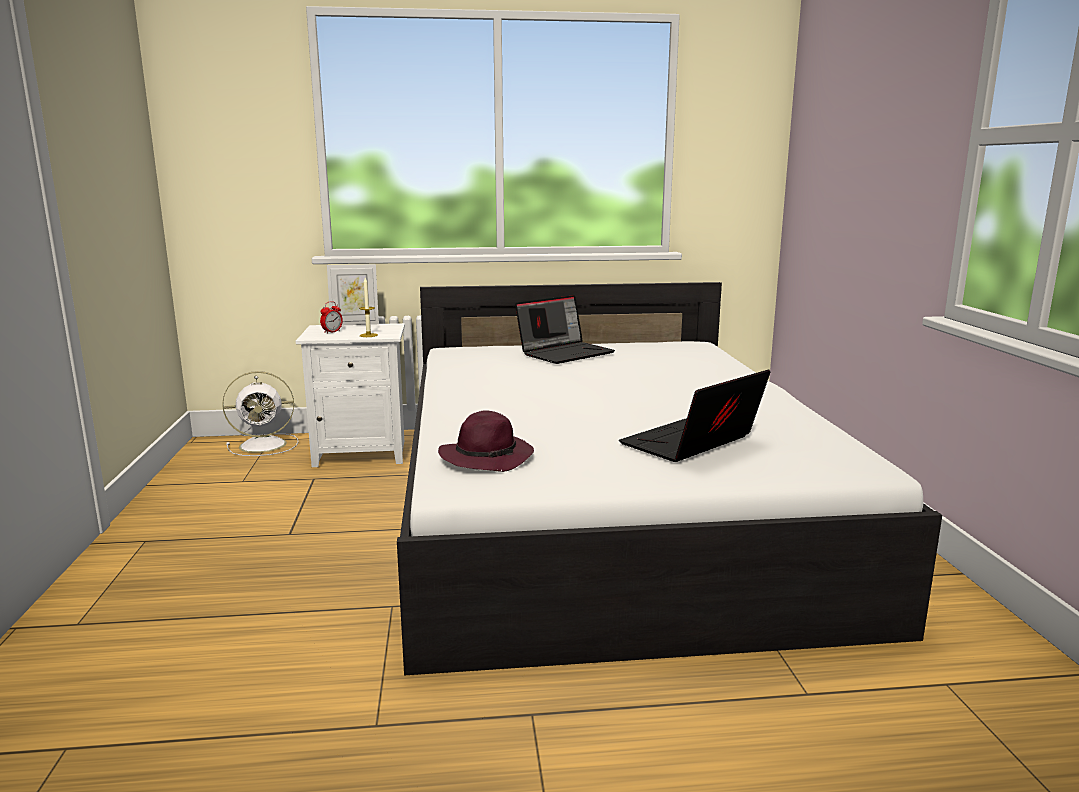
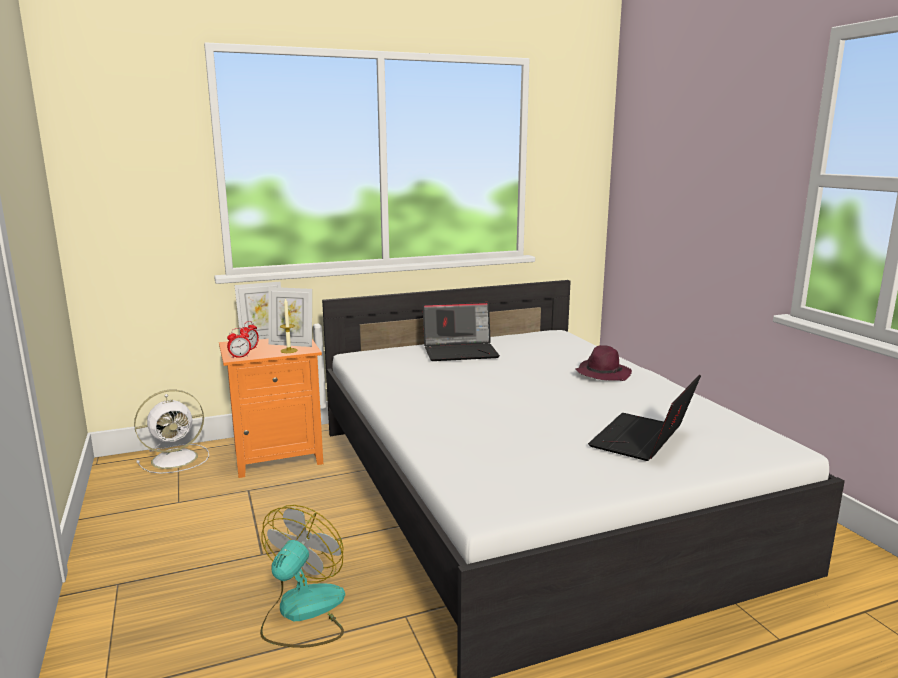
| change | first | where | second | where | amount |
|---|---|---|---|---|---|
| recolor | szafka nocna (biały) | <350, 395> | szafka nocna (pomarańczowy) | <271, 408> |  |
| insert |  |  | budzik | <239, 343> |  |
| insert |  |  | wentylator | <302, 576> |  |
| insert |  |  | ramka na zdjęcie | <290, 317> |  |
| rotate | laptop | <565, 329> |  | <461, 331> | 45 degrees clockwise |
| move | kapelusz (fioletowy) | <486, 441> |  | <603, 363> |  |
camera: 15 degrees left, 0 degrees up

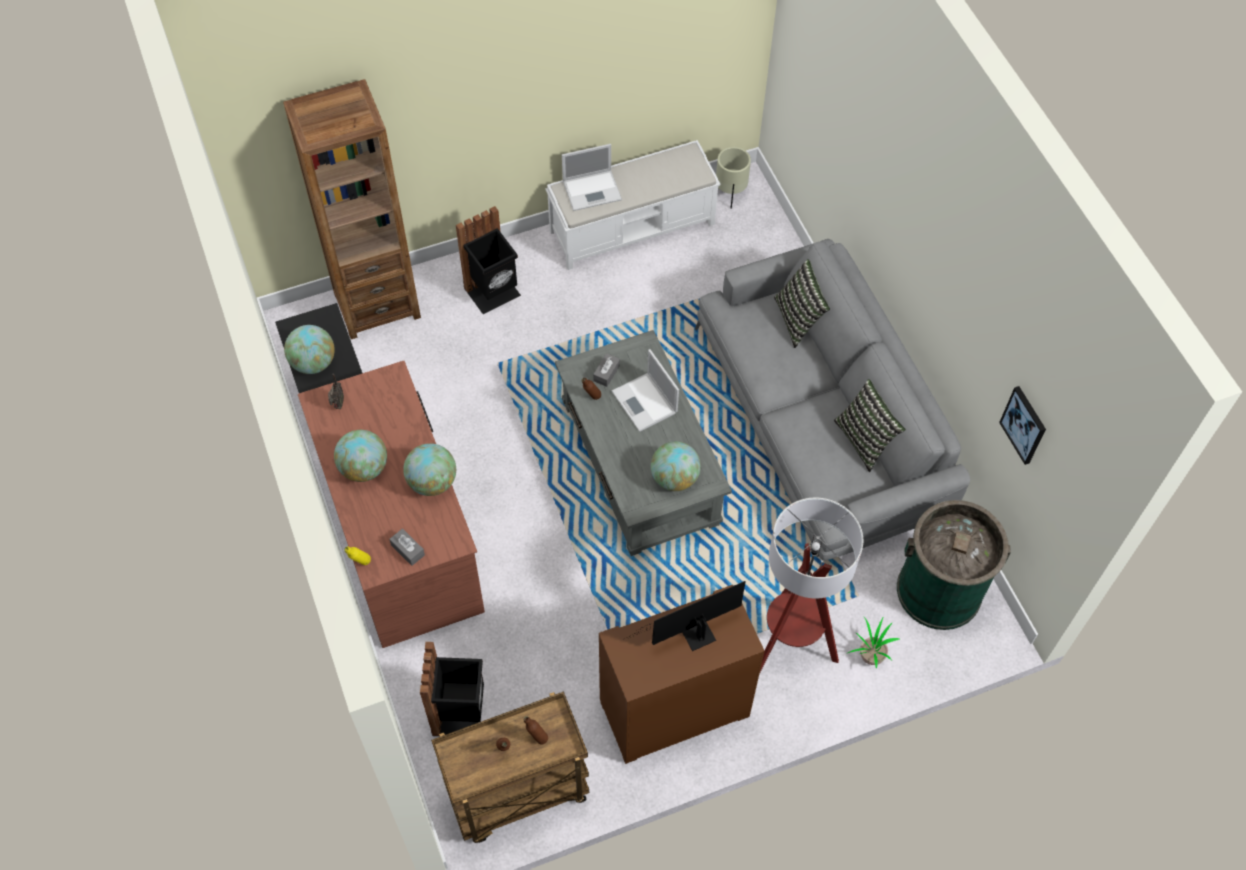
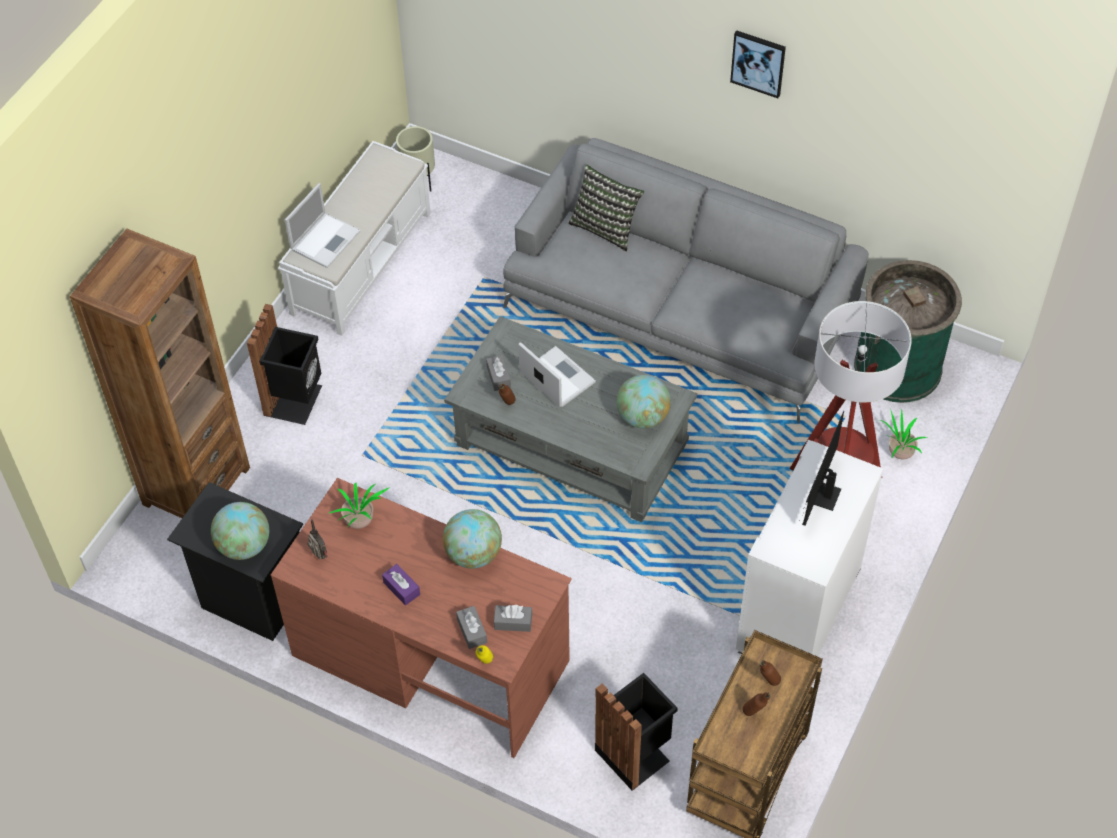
| change | first | where | second | where | amount |
|---|---|---|---|---|---|
| insert |  |  | roślina doniczkowa | <359, 506> |  |
| replace | globus | <360, 456> | pudełko chusteczek (fioletowy) | <401, 584> |  |
| insert |  |  | pudełko chusteczek (szary) | <471, 627> |  |
| rotate | laptop | <645, 390> |  | <557, 374> | 150 degrees counterclockwise |
| move | obraz | <1022, 425> |  | <758, 64> |  |
| recolor | szafka (brązowy) | <682, 674> | szafka (biały) | <809, 548> |  |
| delete | poduszka | <870, 425> |  |  |  |
camera: 40 degrees left, 5 degrees down

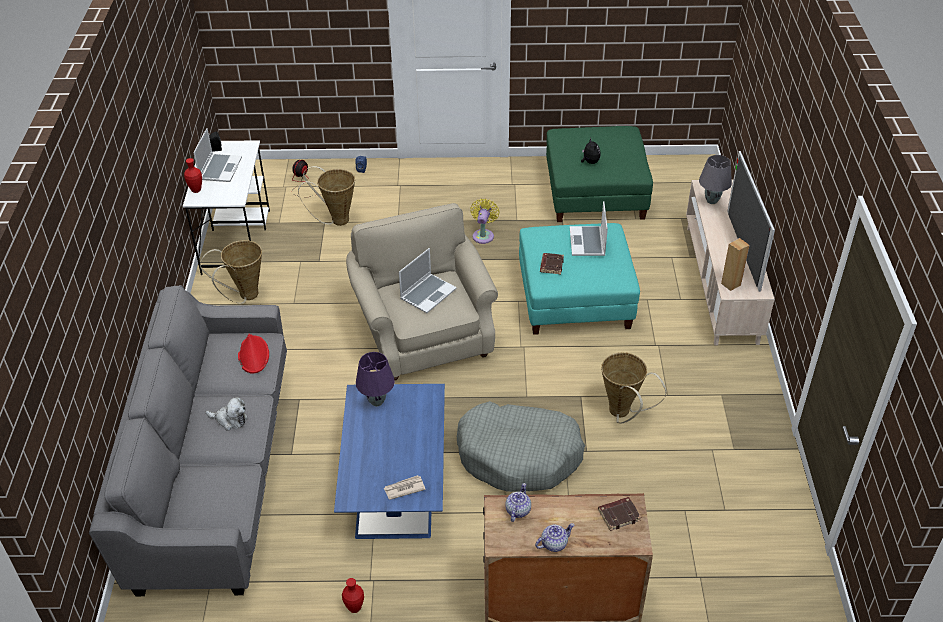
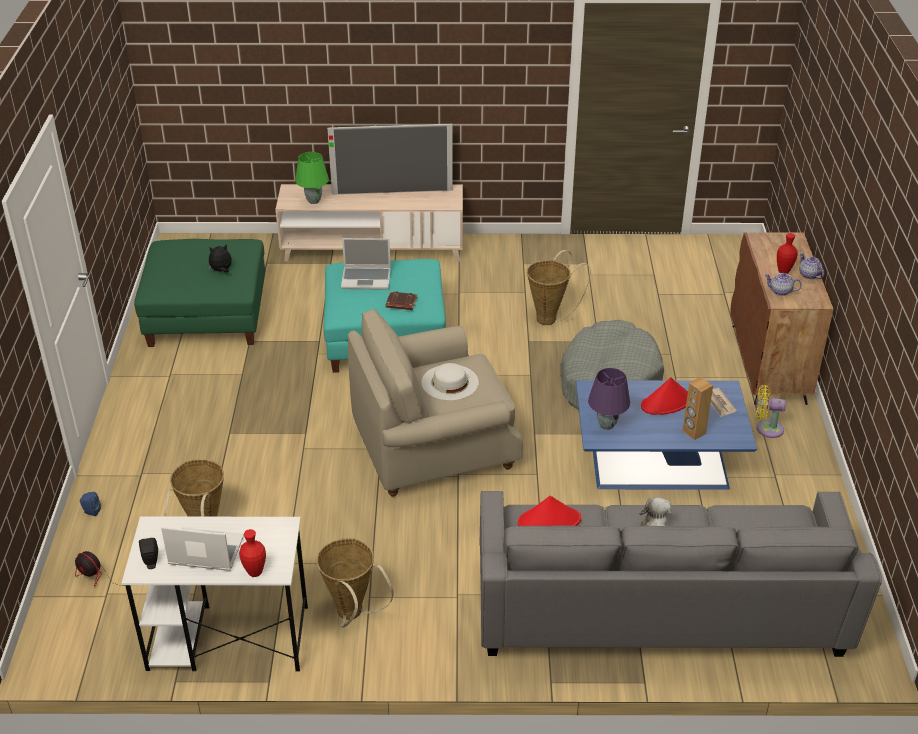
| change | first | where | second | where | amount |
|---|---|---|---|---|---|
| recolor | lampa stołowa (szary) | <715, 179> | lampa stołowa (zielony) | <312, 178> |  |
| replace | laptop | <428, 280> | kapelusz (biały) | <450, 382> |  |
| insert |  |  | kapelusz (czerwony) | <664, 396> |  |
| move | głośnik (brązowy) | <735, 264> |  | <697, 408> |  |
| move | wentylator (żółty) | <485, 221> |  | <770, 411> |  |
| move | wazon (czerwony) | <353, 595> |  | <787, 253> |  |
| delete | książka (brązowy) | <619, 514> |  |  |  |
camera: 90 degrees left, 5 degrees down

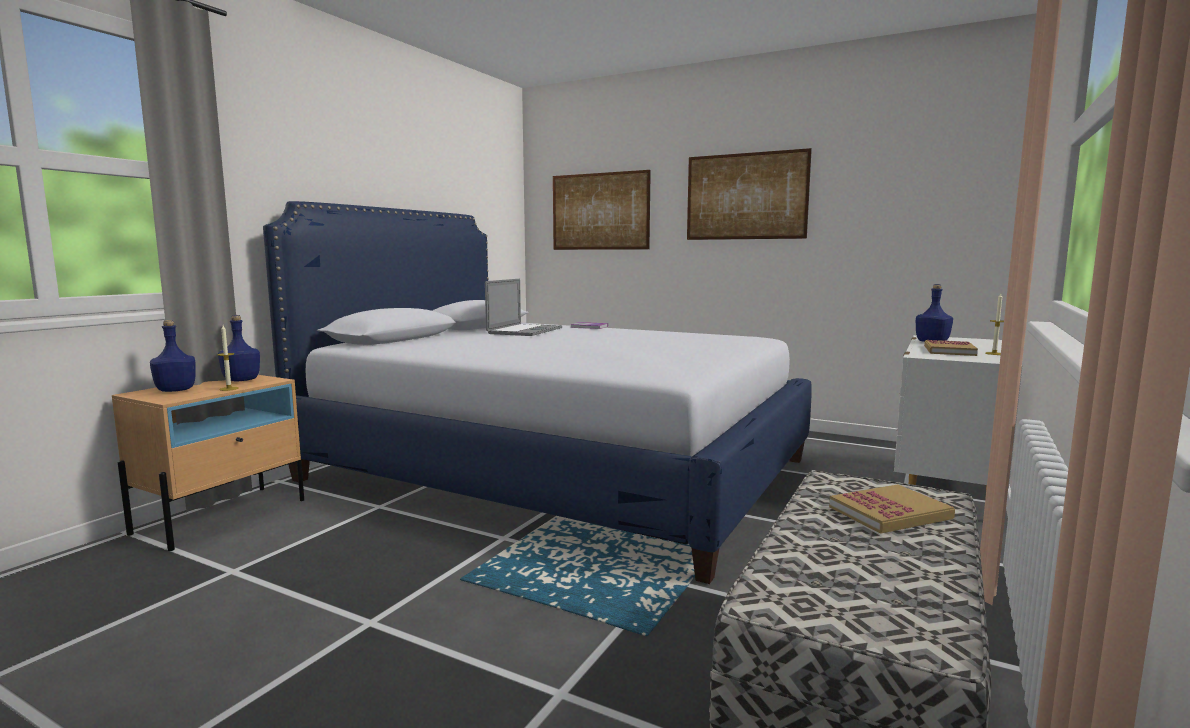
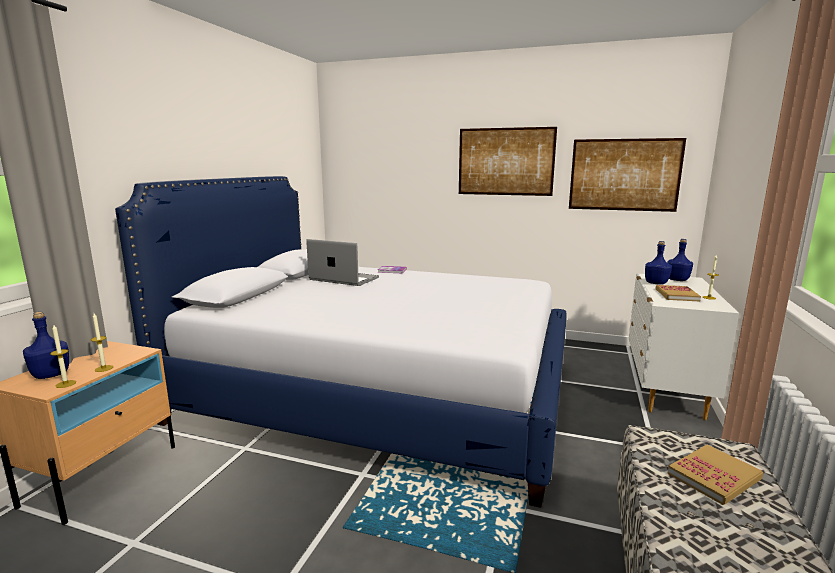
| change | first | where | second | where | amount |
|---|---|---|---|---|---|
| insert |  |  | świeca | <63, 356> |  |
| rotate | laptop | <523, 307> |  | <342, 262> | 75 degrees counterclockwise |
| move | obraz | <602, 210> |  | <627, 175> |  |
| move | butelka (niebieski) | <239, 348> |  | <680, 260> |  |
camera: 10 degrees left, 5 degrees up

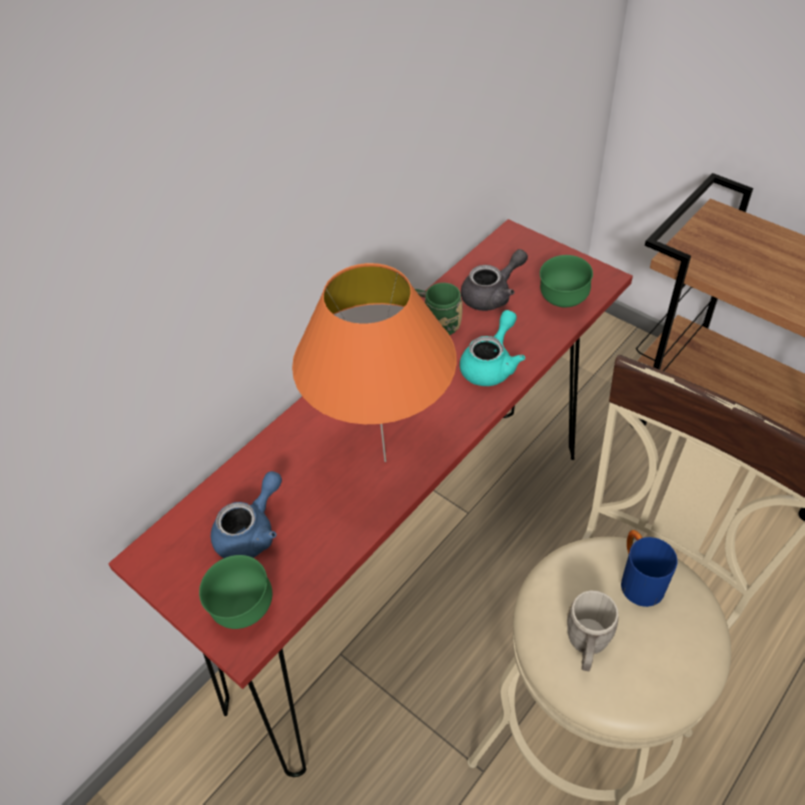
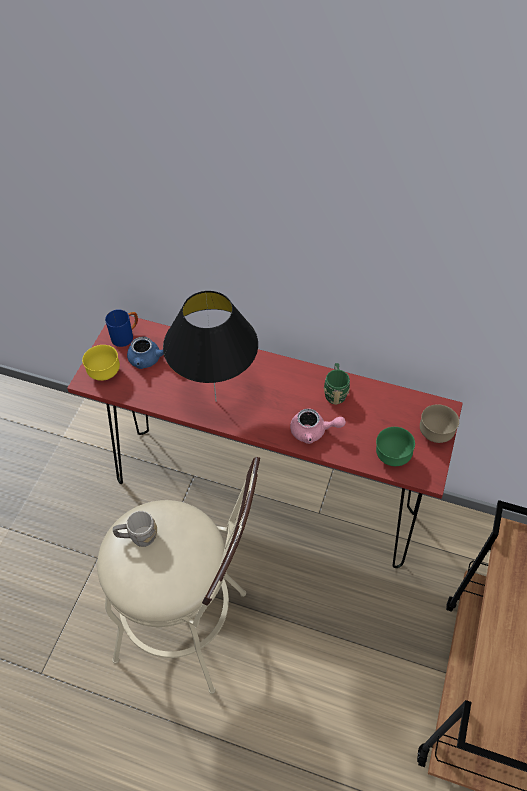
| change | first | where | second | where | amount |
|---|---|---|---|---|---|
| recolor | miska (zielony) | <235, 592> | miska (żółty) | <101, 363> |  |
| move | kubek (niebieski) | <649, 568> |  | <121, 328> |  |
| recolor | lampa stołowa (pomarańczowy) | <374, 362> | lampa stołowa (czarny) | <210, 346> |  |
| recolor | imbryk (turkusowy) | <492, 348> | imbryk (różowy) | <318, 426> |  |
| insert |  |  | miska (brązowy) | <439, 423> |  |
| delete | imbryk (szary) | <494, 280> |  |  |  |
camera: 65 degrees right, 5 degrees up

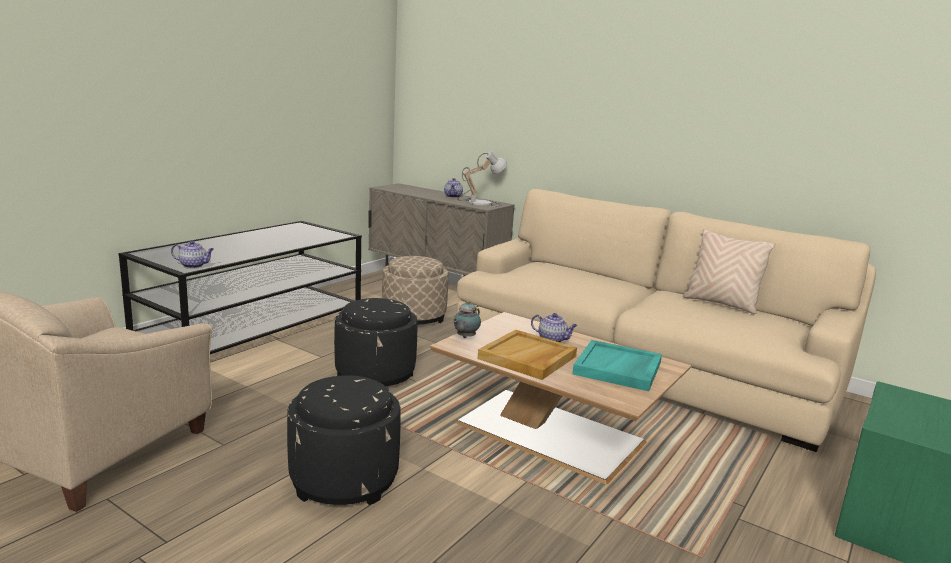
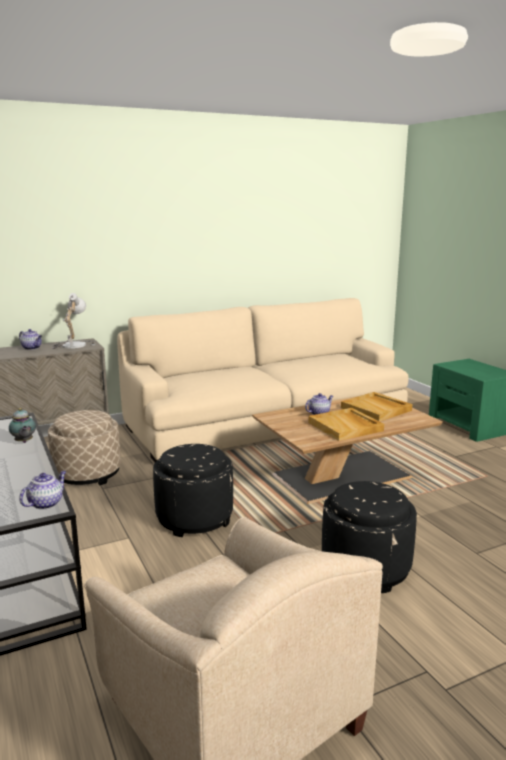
| change | first | where | second | where | amount |
|---|---|---|---|---|---|
| move | imbryk | <467, 319> |  | <22, 425> |  |
| recolor | taca (turkusowy) | <617, 365> | taca (beżowy) | <376, 407> |  |
| delete | poduszka (beżowy) | <729, 271> |  |  |  |
camera: 60 degrees left, 0 degrees up

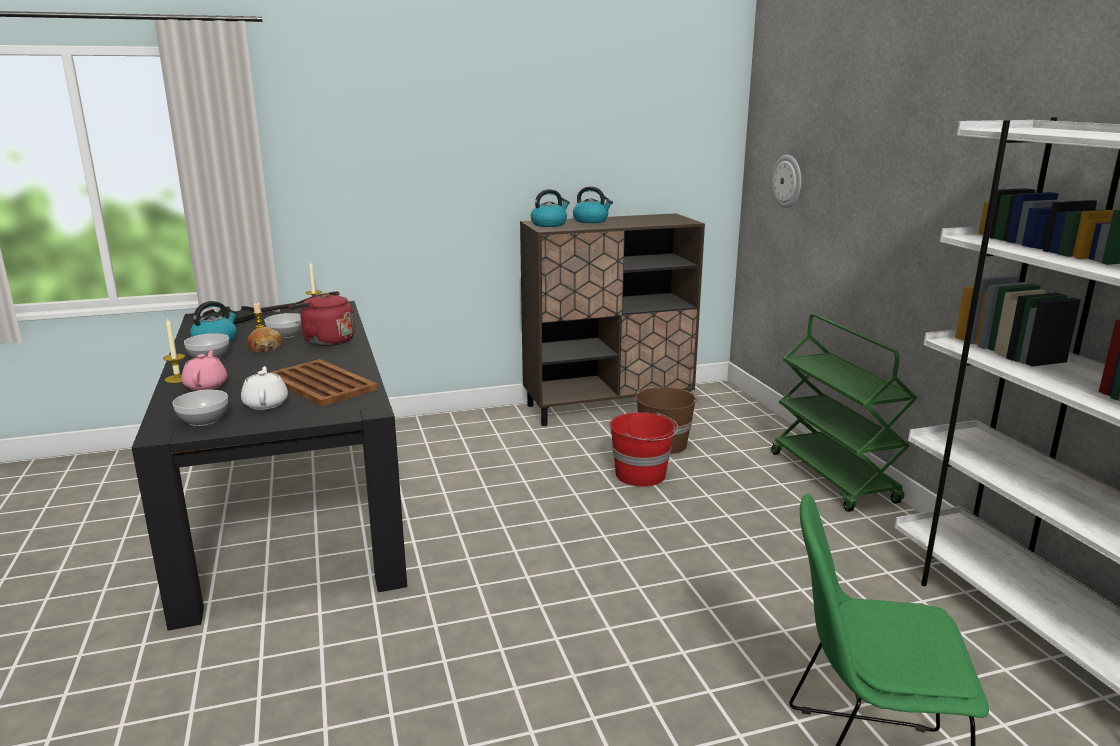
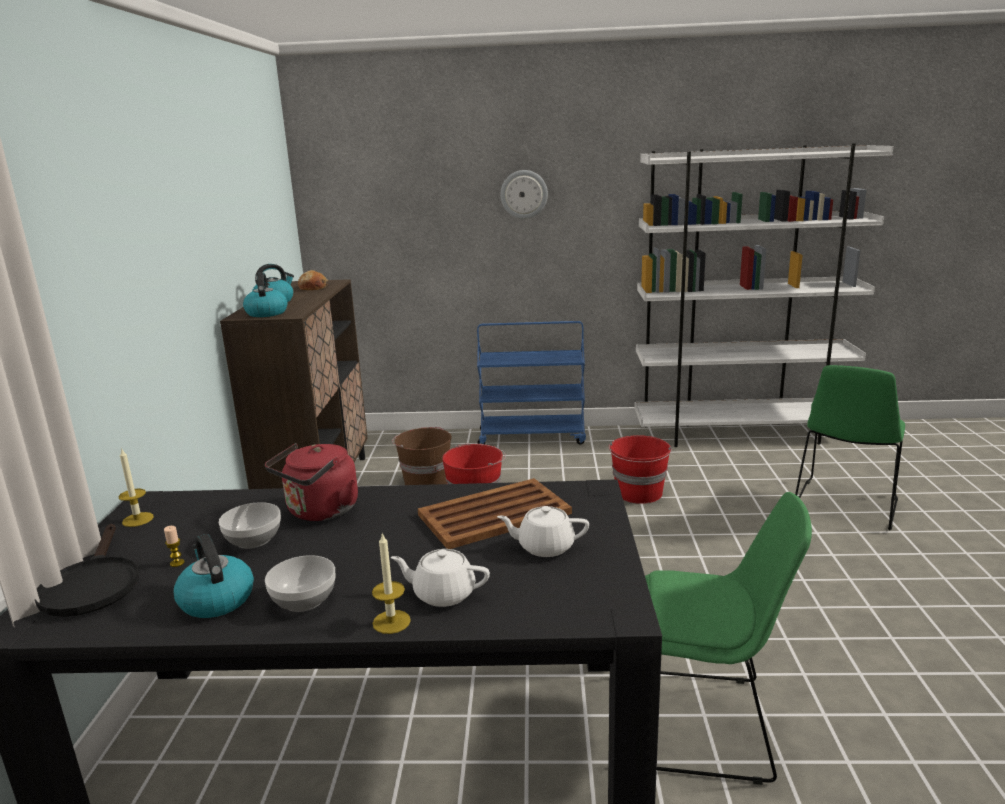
| change | first | where | second | where | amount |
|---|---|---|---|---|---|
| move | chleb | <264, 339> |  | <313, 280> |  |
| recolor | imbryk (różowy) | <204, 370> | imbryk (biały) | <440, 578> |  |
| recolor | wózek (zielony) | <844, 413> | wózek (niebieski) | <531, 382> |  |
| move | zegar ścienny | <786, 181> |  | <524, 194> |  |
| insert |  |  | wiadro (czerwony) | <640, 469> |  |
| insert |  |  | krzesło (zielony) | <728, 638> |  |
| delete | miska | <200, 408> |  |  |  |
camera: 70 degrees left, 0 degrees up

